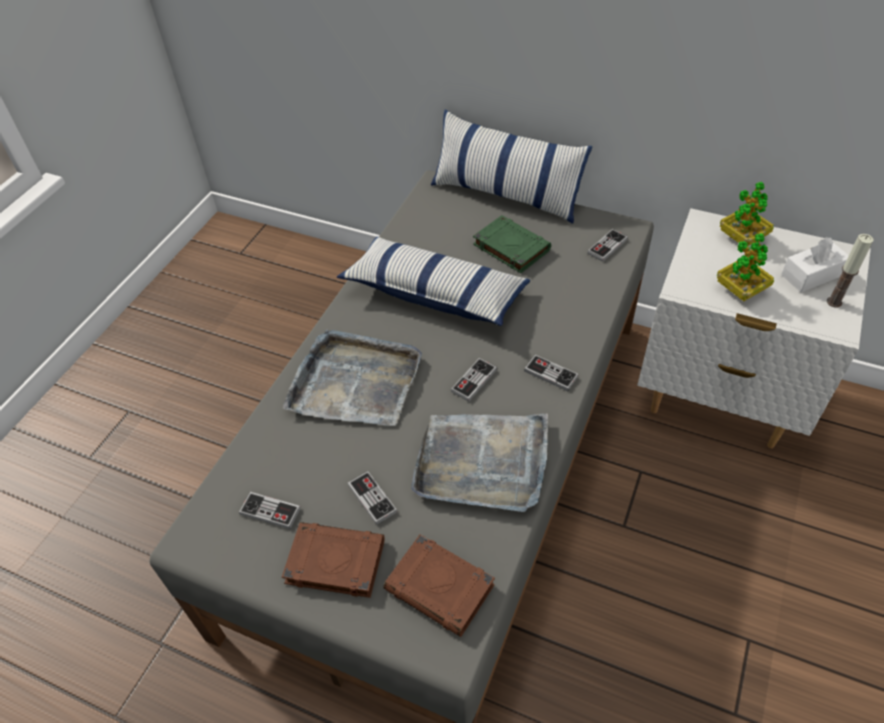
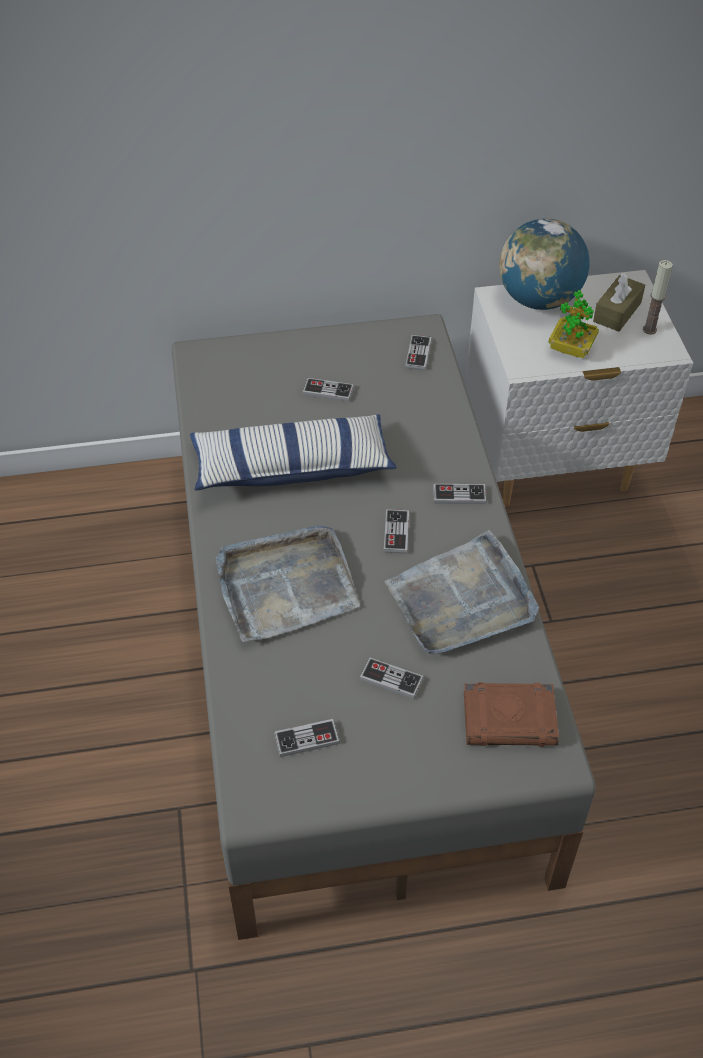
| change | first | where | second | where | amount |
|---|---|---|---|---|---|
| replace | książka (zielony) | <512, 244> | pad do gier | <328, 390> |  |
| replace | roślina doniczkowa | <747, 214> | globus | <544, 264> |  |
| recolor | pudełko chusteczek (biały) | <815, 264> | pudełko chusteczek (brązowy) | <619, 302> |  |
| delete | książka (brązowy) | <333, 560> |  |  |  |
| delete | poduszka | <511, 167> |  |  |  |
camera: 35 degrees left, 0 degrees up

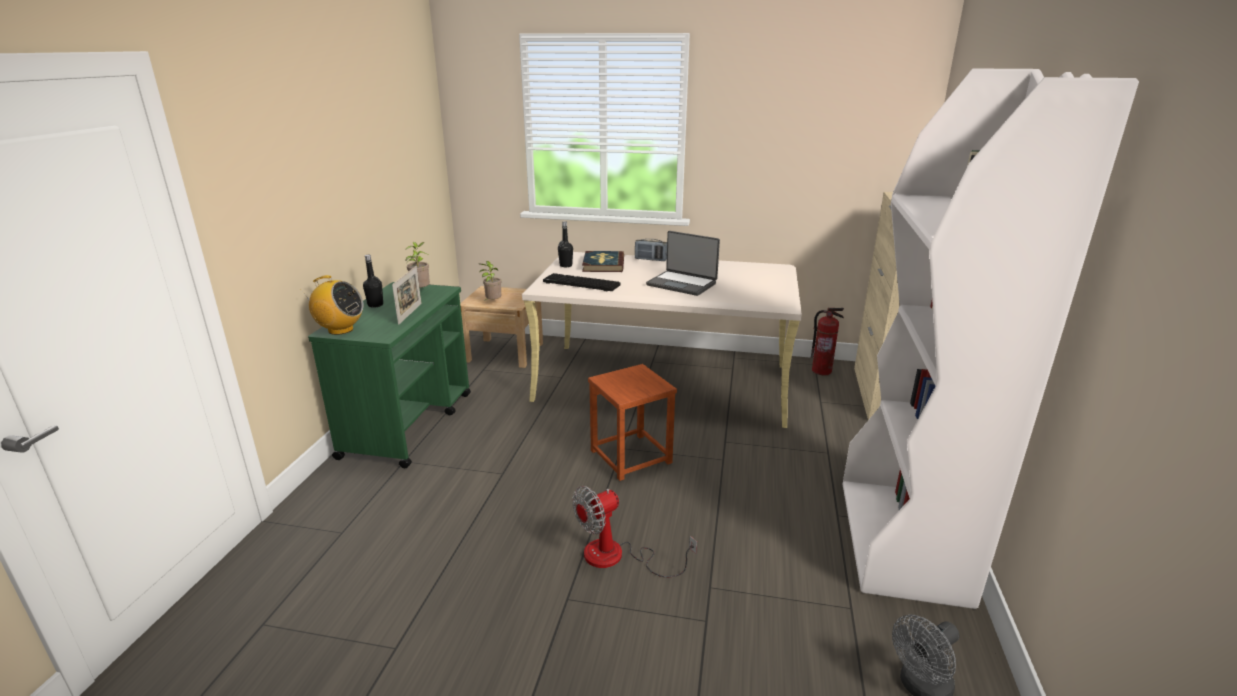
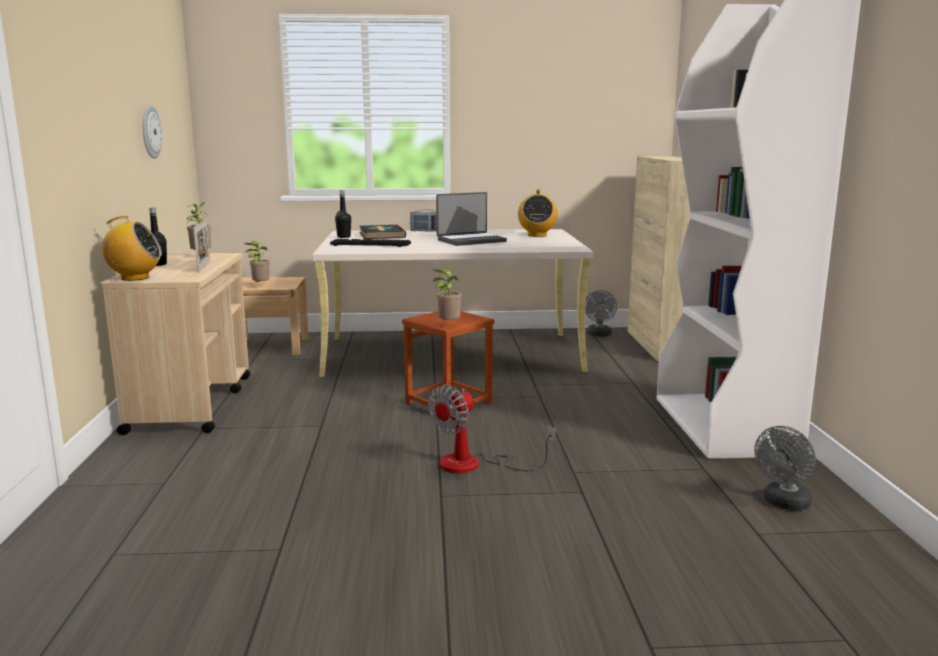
| change | first | where | second | where | amount |
|---|---|---|---|---|---|
| recolor | wózek (zielony) | <389, 375> | wózek (beżowy) | <175, 344> |  |
| insert |  |  | zegar ścienny | <152, 132> |  |
| insert |  |  | roślina doniczkowa | <447, 294> |  |
| rotate | laptop | <683, 263> |  | <471, 219> | 45 degrees counterclockwise |
| insert |  |  | radio | <538, 213> |  |
| replace | gaśnica | <827, 341> | wentylator (szary) | <601, 313> |  |
camera: 15 degrees left, 10 degrees down

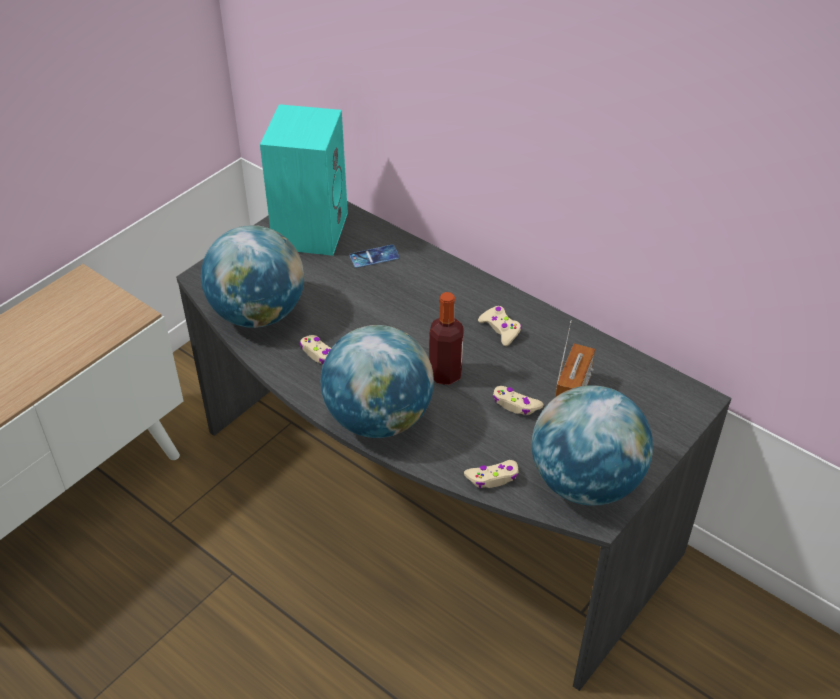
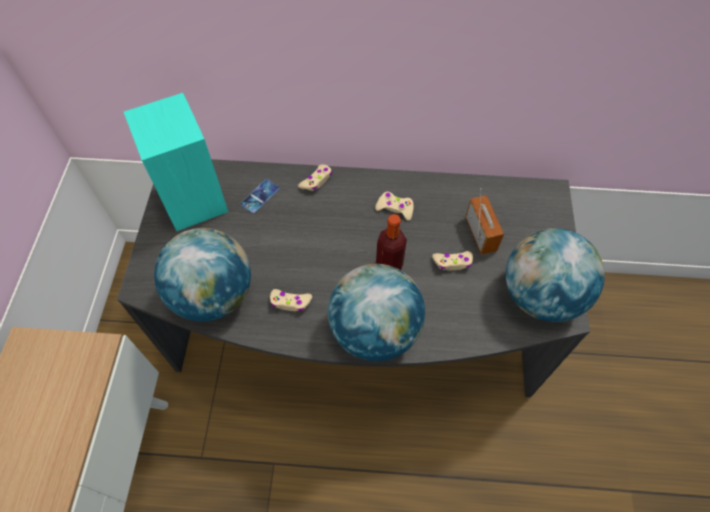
| change | first | where | second | where | amount |
|---|---|---|---|---|---|
| move | pad do gier (beżowy) | <491, 474> |  | <315, 177> |  |
camera: 35 degrees left, 15 degrees up

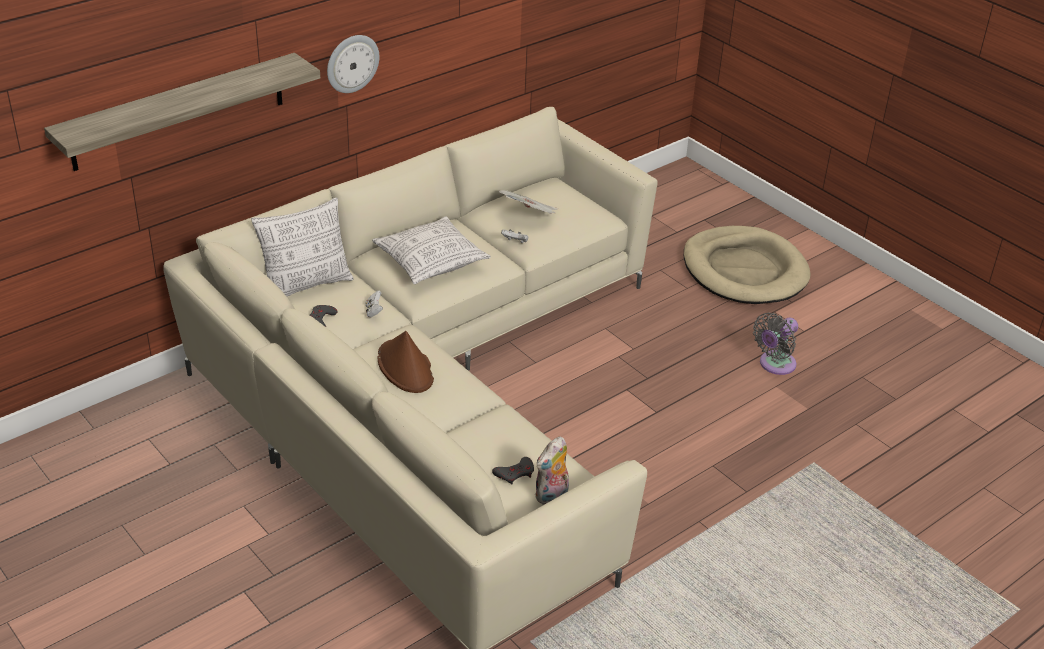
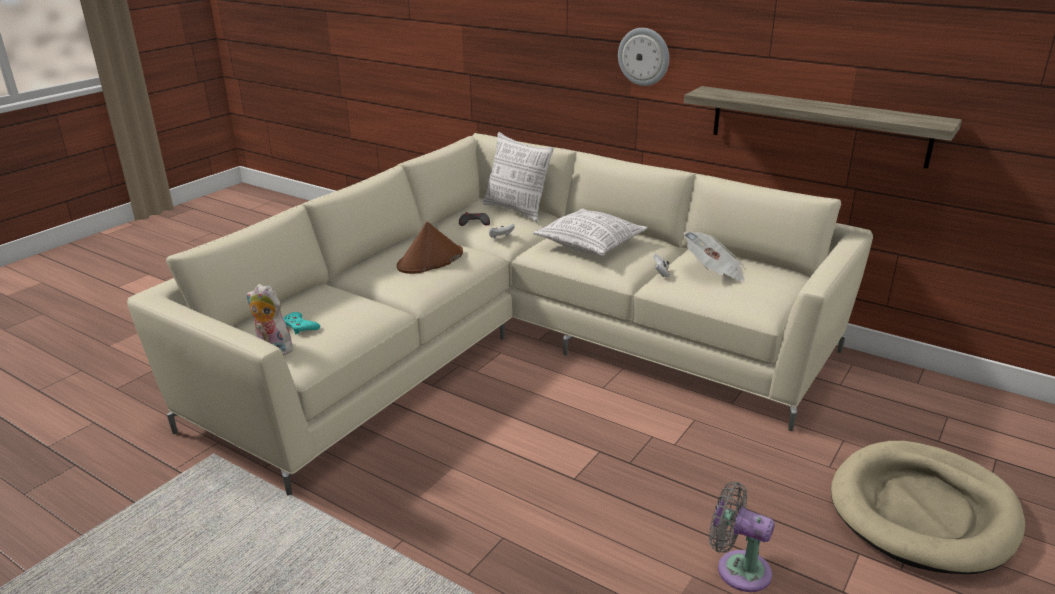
| change | first | where | second | where | amount |
|---|---|---|---|---|---|
| recolor | pad do gier (szary) | <513, 471> | pad do gier (turkusowy) | <301, 323> |  |
| move | półka | <182, 112> |  | <823, 127> |  |
camera: 75 degrees right, 10 degrees down

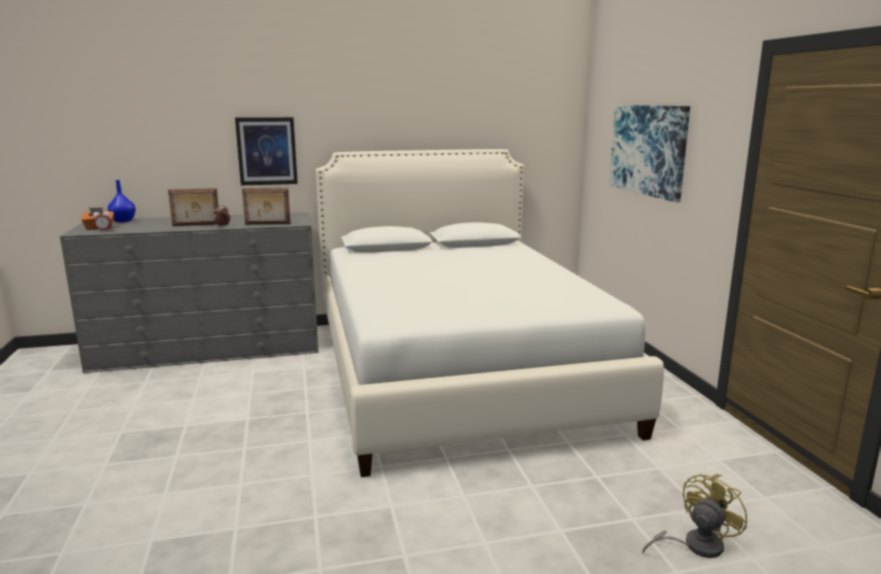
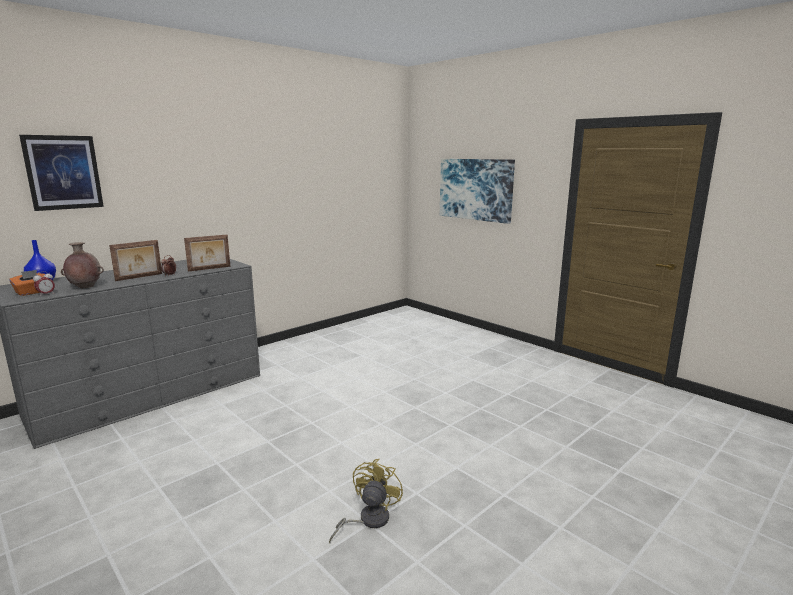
| change | first | where | second | where | amount |
|---|---|---|---|---|---|
| move | obraz | <266, 151> |  | <61, 173> |  |
| insert |  |  | wazon (brązowy) | <82, 265> |  |
| move | wentylator (żółty) | <695, 516> |  | <366, 501> |  |
| delete | łóżko (biały) | <490, 313> |  |  |  |
camera: 30 degrees left, 0 degrees up

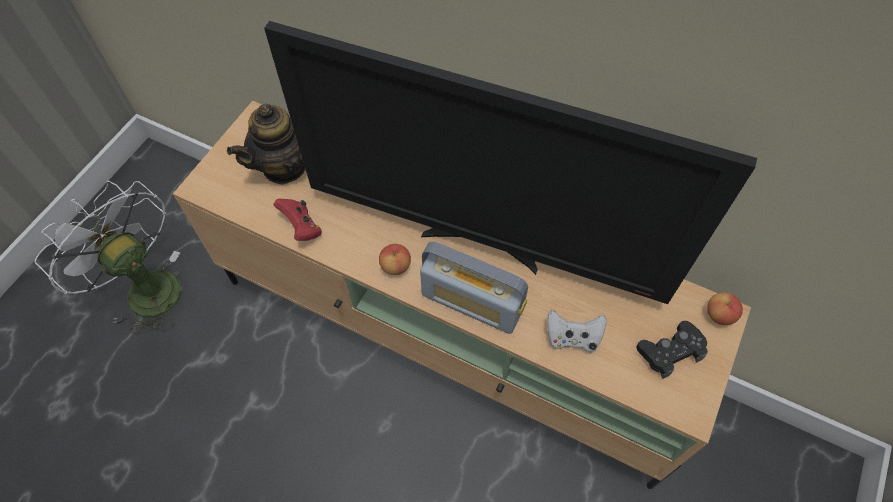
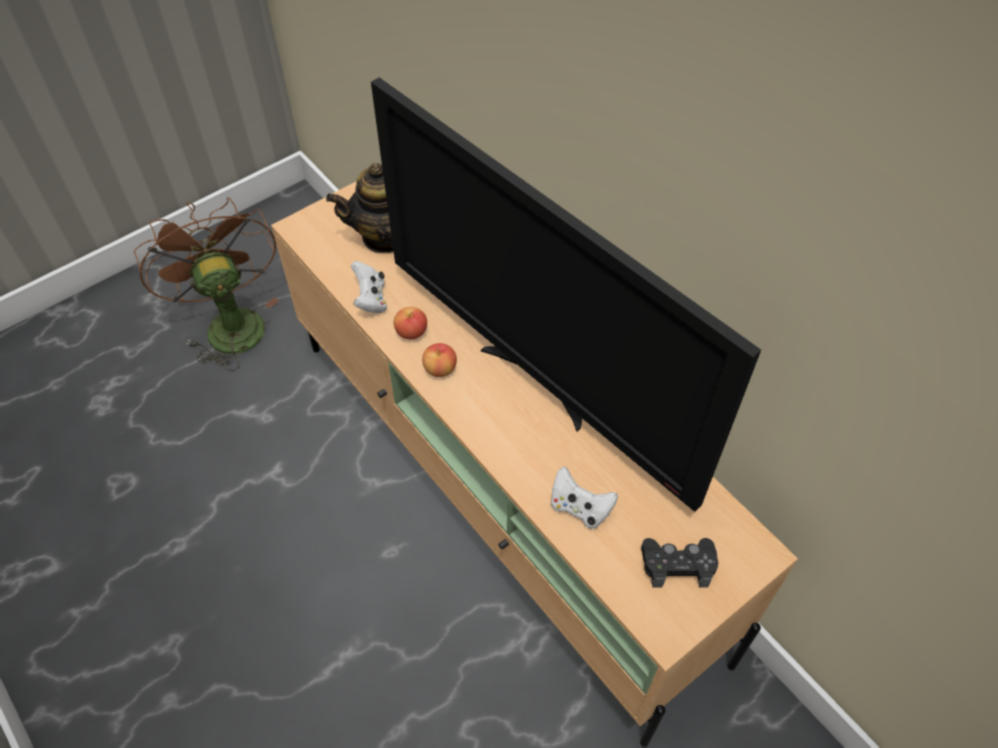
| change | first | where | second | where | amount |
|---|---|---|---|---|---|
| recolor | wentylator (biały) | <108, 257> | wentylator (brązowy) | <206, 284> |  |
| recolor | pad do gier (czerwony) | <297, 220> | pad do gier (biały) | <369, 287> |  |
| move | jabłko | <725, 308> |  | <410, 323> |  |
| delete | radio | <474, 288> |  |  |  |
camera: 25 degrees right, 5 degrees down

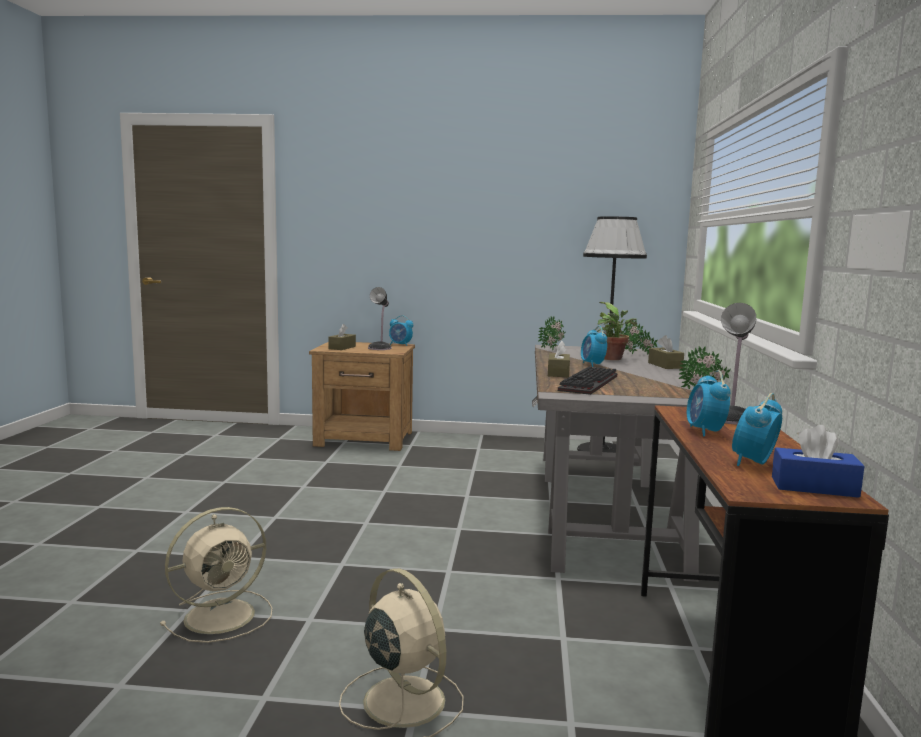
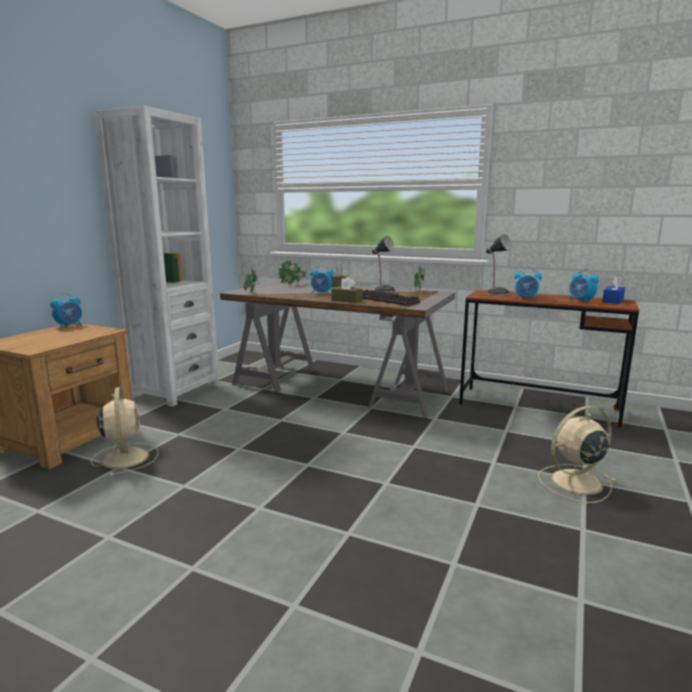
| change | first | where | second | where | amount |
|---|---|---|---|---|---|
| move | wentylator (beżowy) | <216, 575> |  | <124, 431> |  |
| insert |  |  | regał (biały) | <156, 256> |  |
| move | lampa stołowa | <380, 318> |  | <384, 264> |  |
| delete | pudełko chusteczek (brązowy) | <342, 337> |  |  |  |
| delete | lampa stojąca (czarny) | <612, 334> |  |  |  |
| delete | roślina doniczkowa | <617, 331> |  |  |  |
camera: 70 degrees left, 5 degrees up

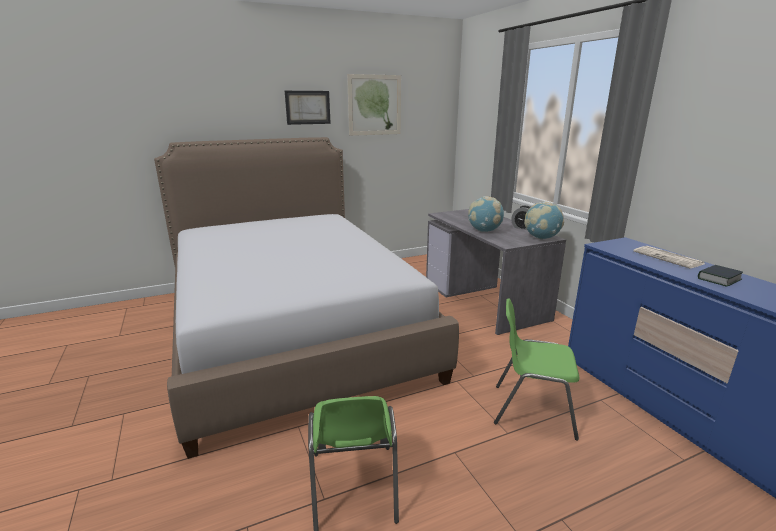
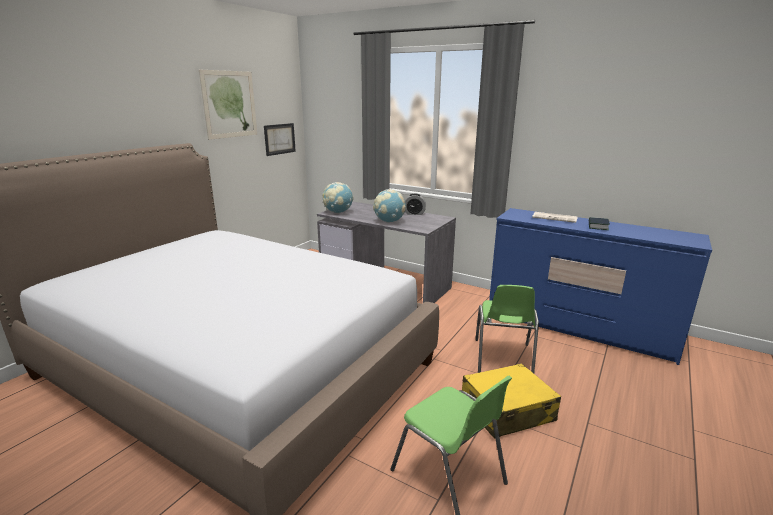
| change | first | where | second | where | amount |
|---|---|---|---|---|---|
| move | obraz | <308, 108> |  | <280, 139> |  |
| move | globus | <544, 221> |  | <338, 197> |  |
| insert |  |  | walizka (żółty) | <511, 401> |  |
| rotate | krzesło (zielony) | <536, 369> |  | <507, 329> | 60 degrees counterclockwise |
camera: 35 degrees left, 0 degrees up

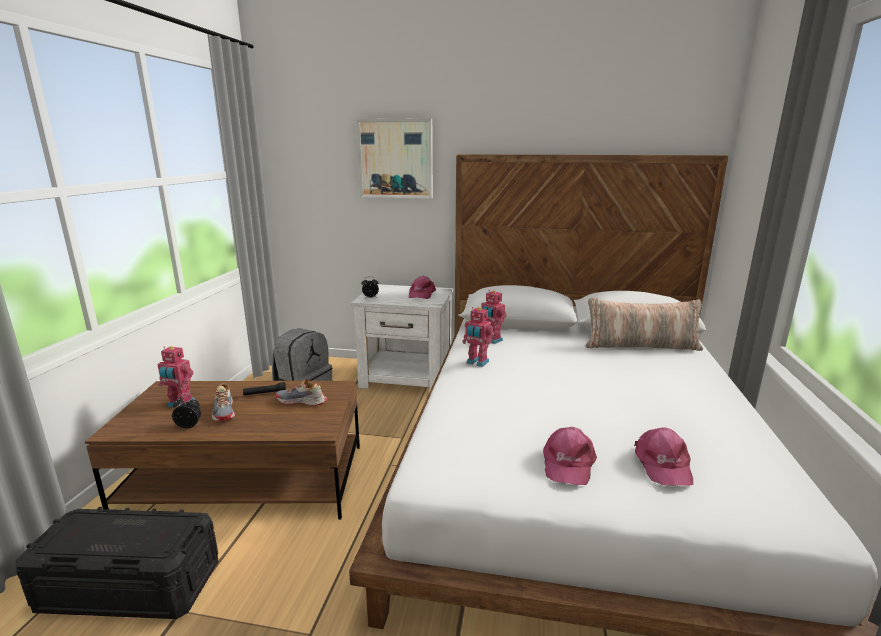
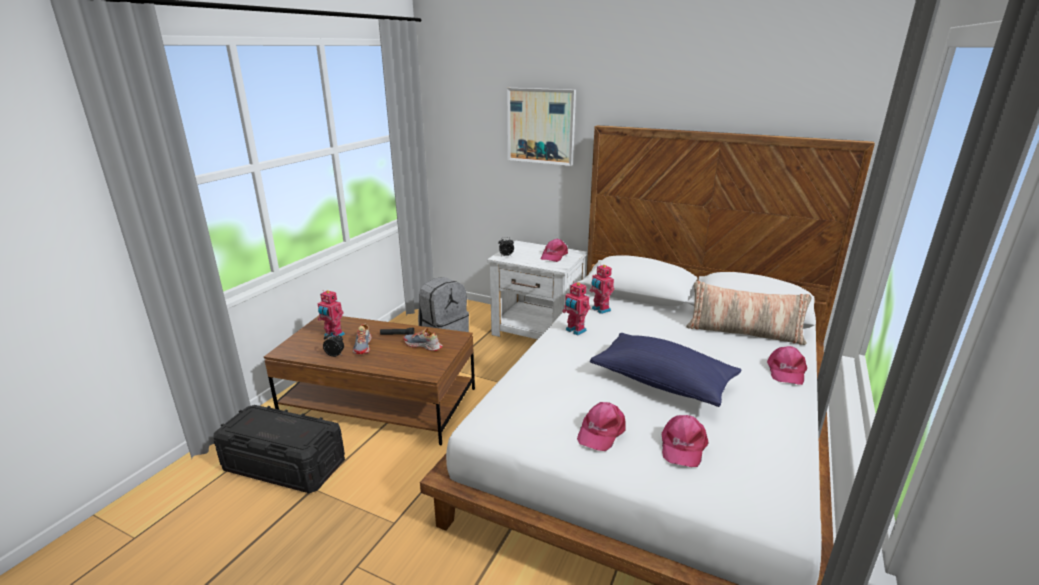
| change | first | where | second | where | amount |
|---|---|---|---|---|---|
| insert |  |  | poduszka (niebieski) | <665, 370> |  |
| insert |  |  | czapka z daszkiem (różowy) | <787, 365> |  |
camera: 15 degrees right, 5 degrees up

